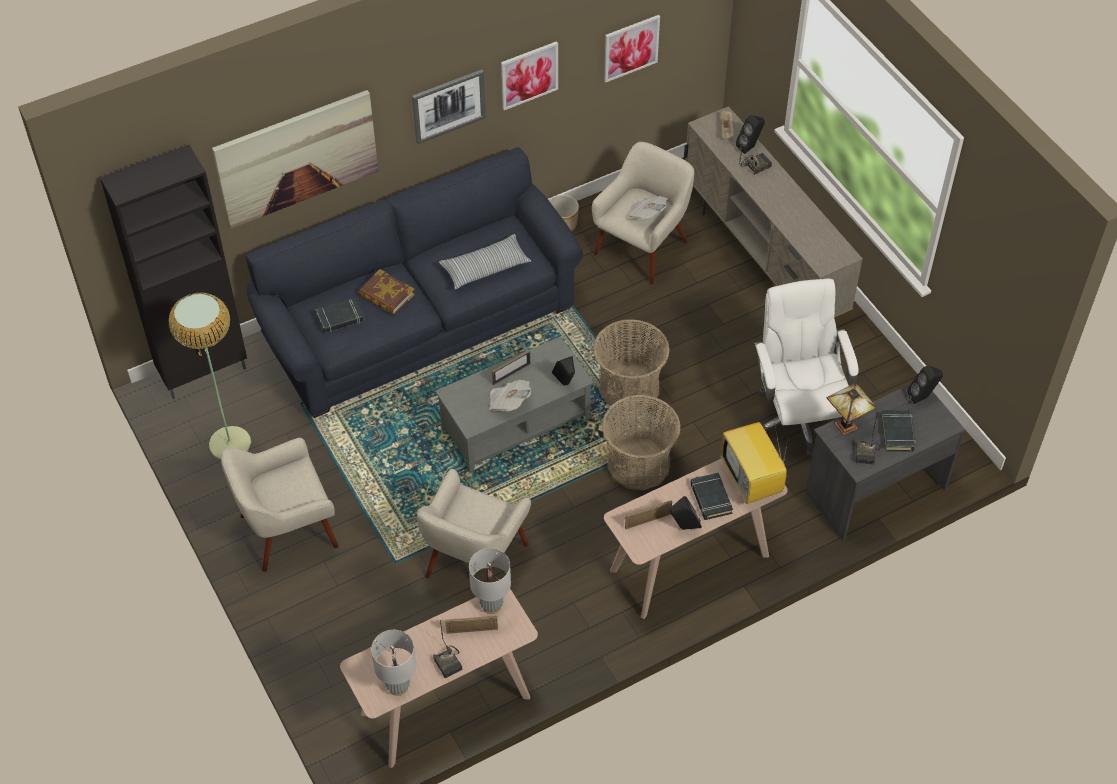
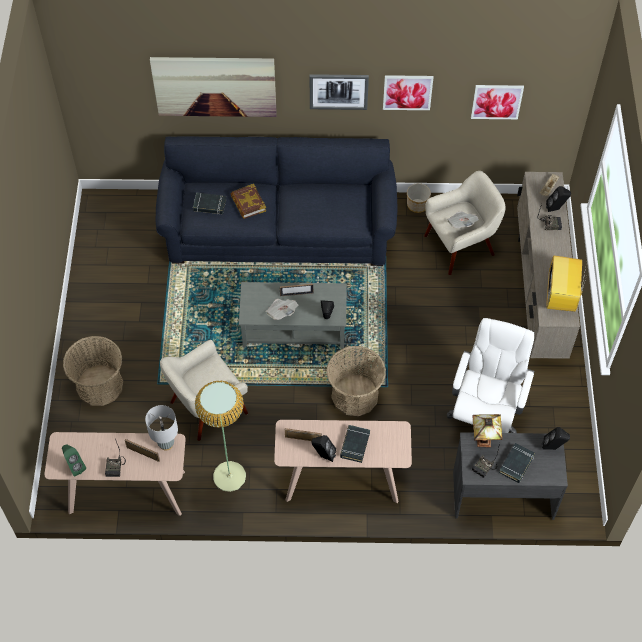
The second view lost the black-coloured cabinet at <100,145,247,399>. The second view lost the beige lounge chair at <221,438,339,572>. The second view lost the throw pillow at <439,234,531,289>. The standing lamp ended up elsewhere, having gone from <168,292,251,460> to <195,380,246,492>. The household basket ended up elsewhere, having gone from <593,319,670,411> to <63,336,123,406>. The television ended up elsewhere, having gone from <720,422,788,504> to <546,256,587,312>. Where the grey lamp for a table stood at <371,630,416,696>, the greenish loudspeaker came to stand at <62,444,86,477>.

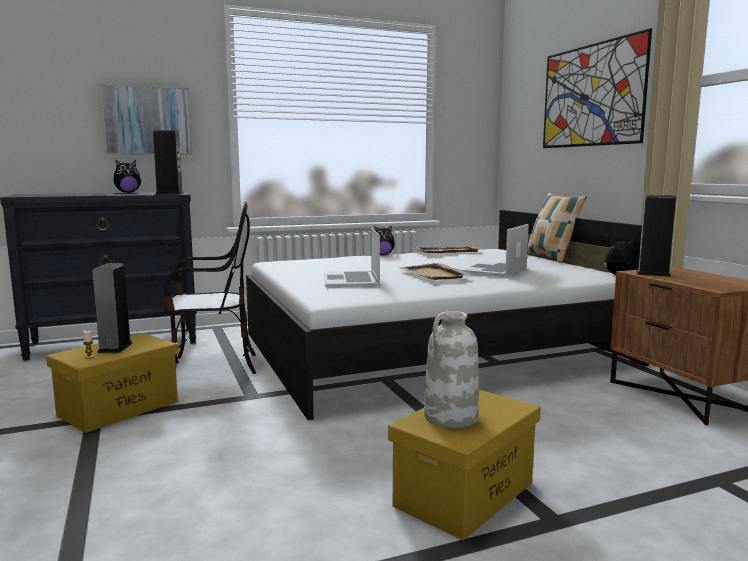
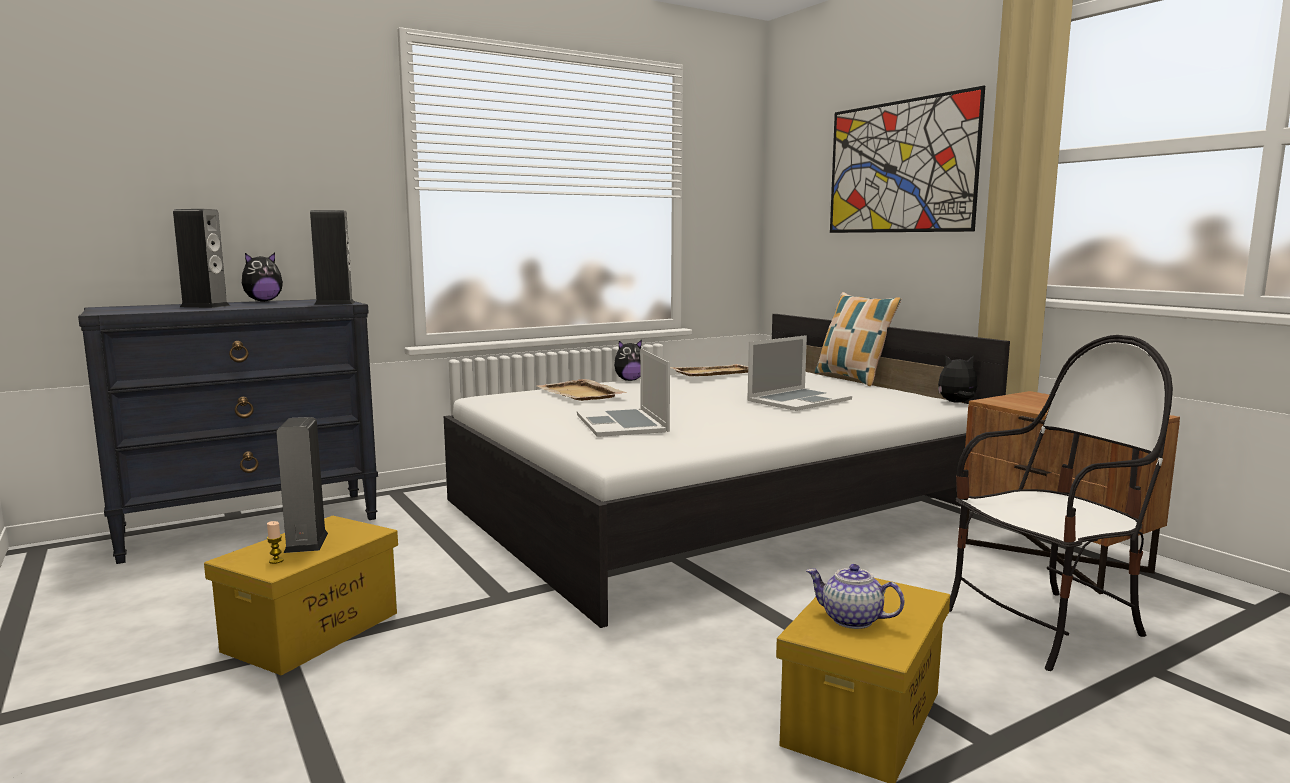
The second view lost the wall art at <100,84,192,155>. The upright chair ended up elsewhere, having gone from <163,202,256,374> to <949,335,1173,671>. The beige carrying tray ended up elsewhere, having gone from <398,263,471,280> to <538,379,627,401>. The loudspeaker ended up elsewhere, having gone from <636,195,676,276> to <173,209,230,308>. Where the white flower vase stood at <424,311,479,428>, the tea pot came to stand at <806,564,905,629>. The laptop at <461,224,529,277> ended up facing another way, 150 degrees counterclockwise from before.

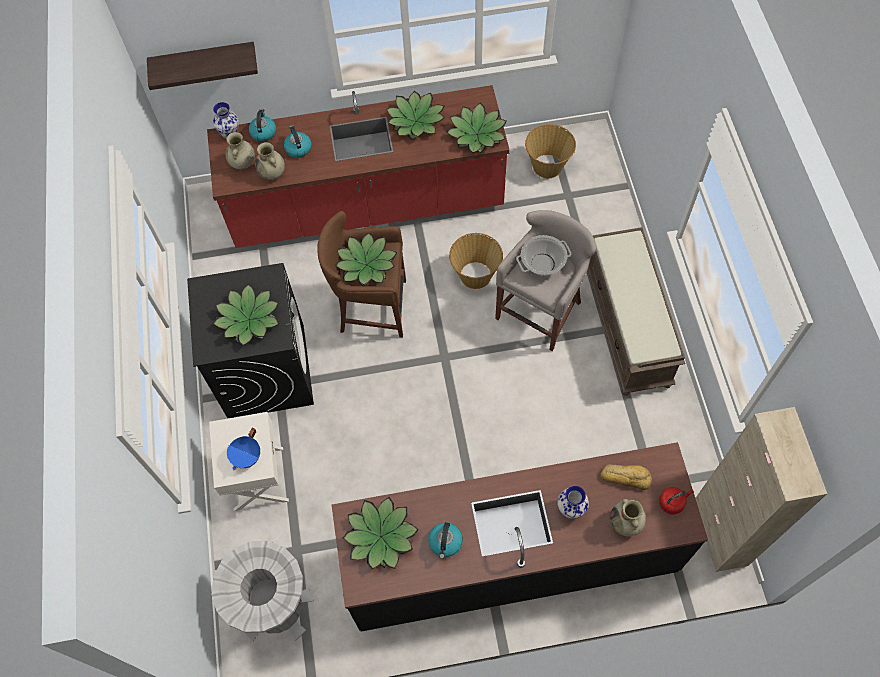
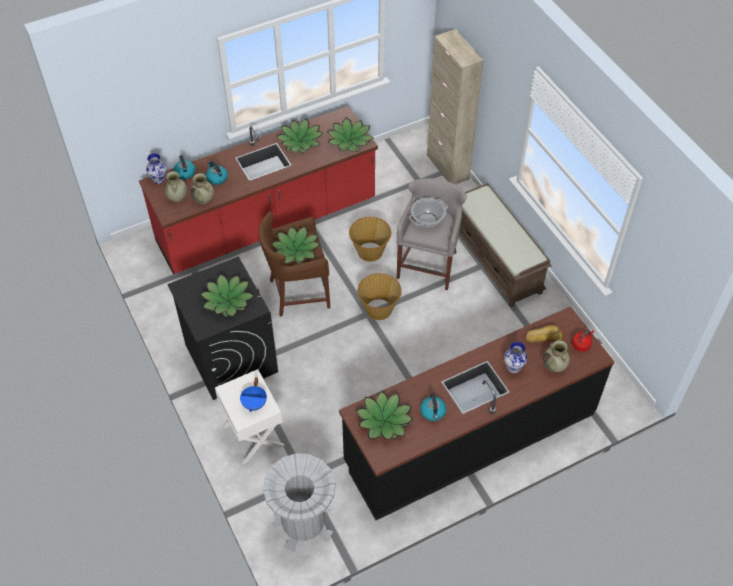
The second view lost the wall shelf at <147,42,258,90>. The household basket ended up elsewhere, having gone from <525,124,576,178> to <357,273,402,320>. The beige cabinet ended up elsewhere, having gone from <695,407,827,572> to <427,29,484,185>.

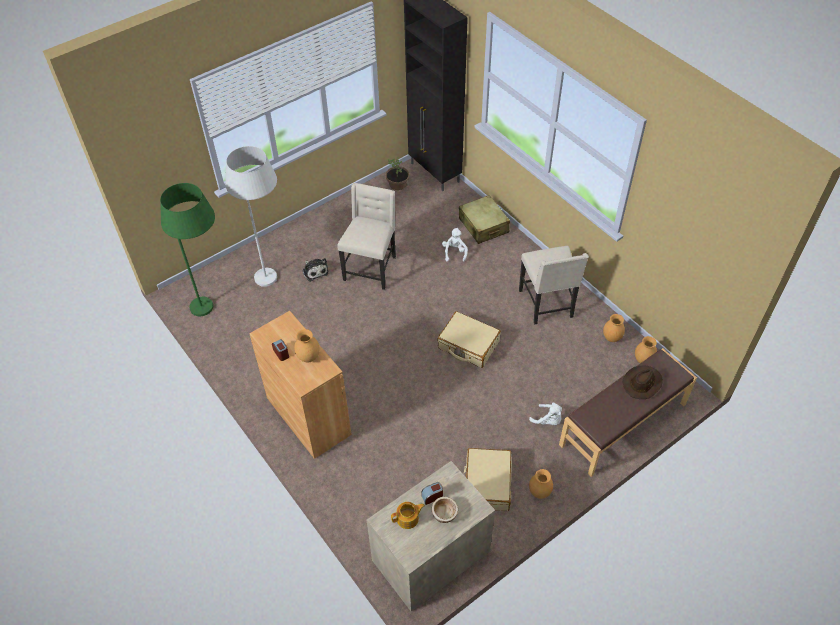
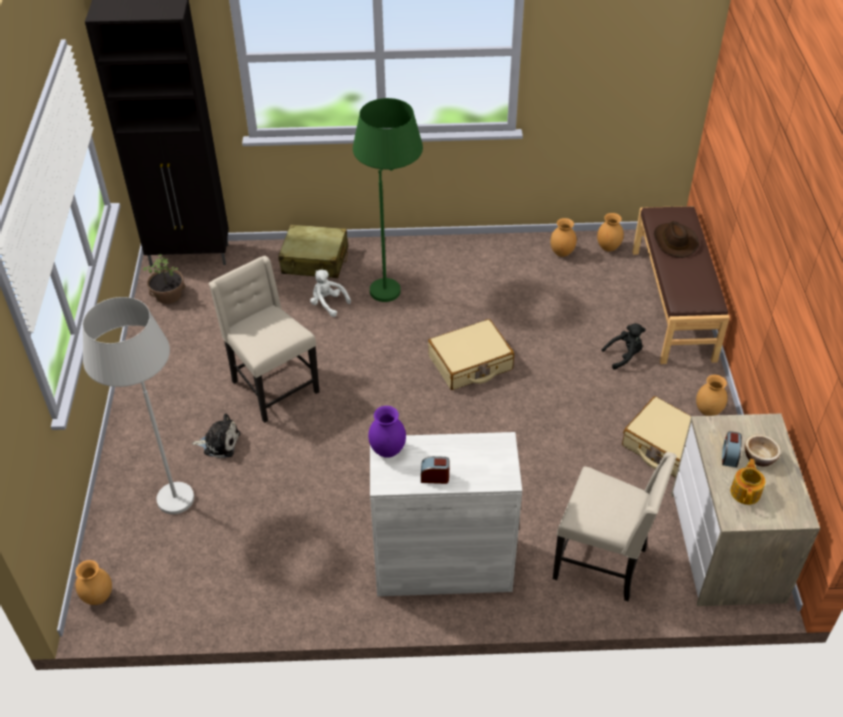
The second view gained the purple-coloured flower vase at <368,406,406,458>. The greenish standing lamp ended up elsewhere, having gone from <160,183,215,316> to <353,98,423,302>. The brown-coloured flower vase ended up elsewhere, having gone from <294,329,320,363> to <76,560,112,605>. The beige upright chair ended up elsewhere, having gone from <519,246,589,325> to <553,452,677,601>. What was the brown-coloured cabinet at <249,311,352,459> turned into the white cabinet at <370,432,522,596>. What was the white cuddly toy at <529,402,562,425> turned into the black-coloured cuddly toy at <601,323,646,370>.

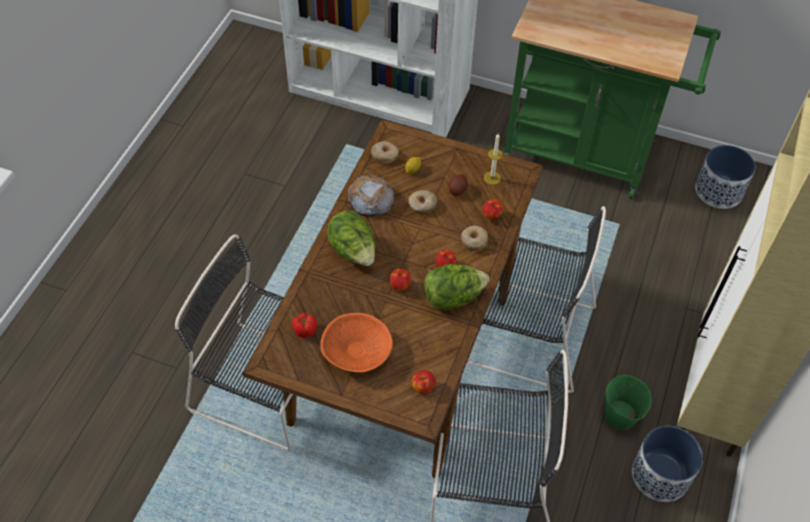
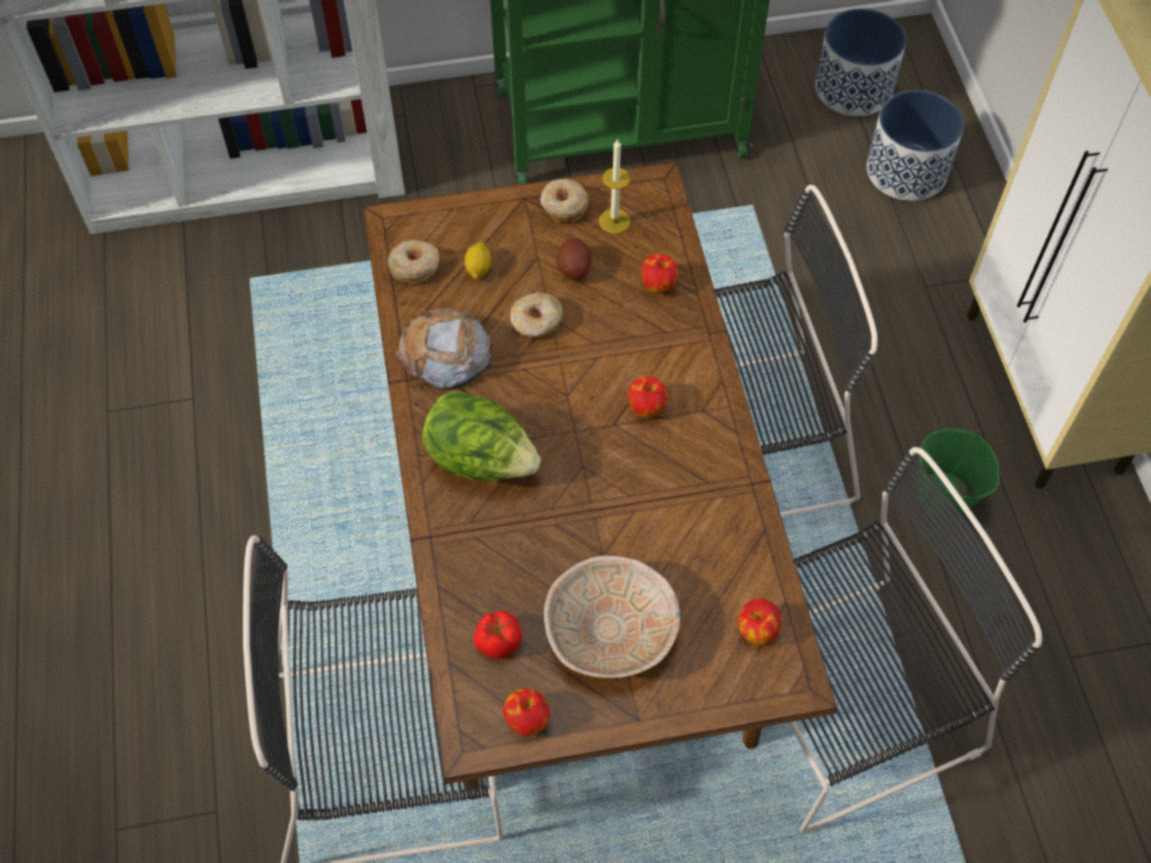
The second view lost the lettuce at <424,264,489,310>. The whole apple ended up elsewhere, having gone from <390,269,411,291> to <503,688,550,736>. The donut ended up elsewhere, having gone from <461,225,488,251> to <540,179,589,223>. The flower pot ended up elsewhere, having gone from <632,426,703,502> to <867,90,964,201>. What was the orangey bowl at <320,313,393,372> turned into the beige bowl at <544,555,680,678>.

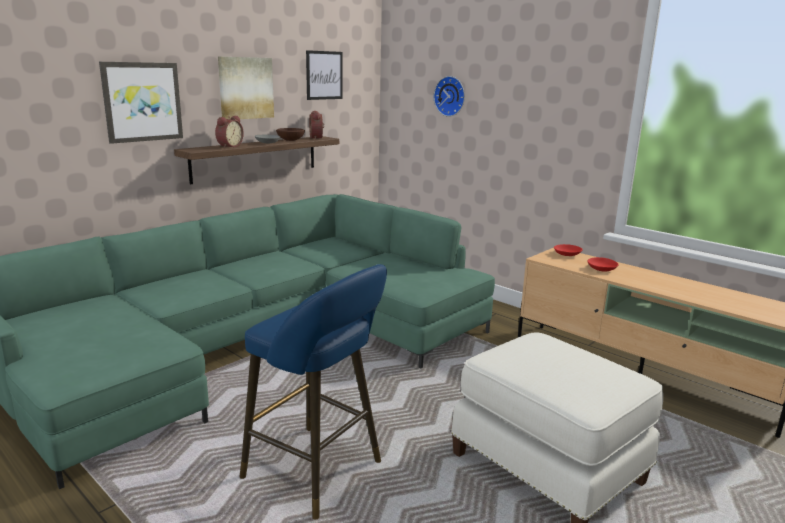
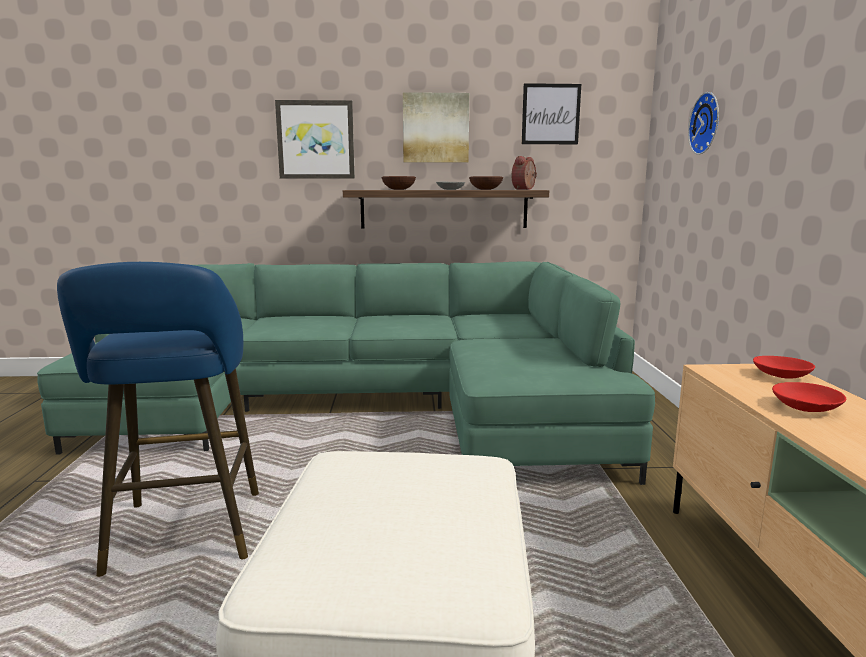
Where the table clock stood at <215,116,244,148>, the brown-coloured bowl came to stand at <382,176,416,190>.

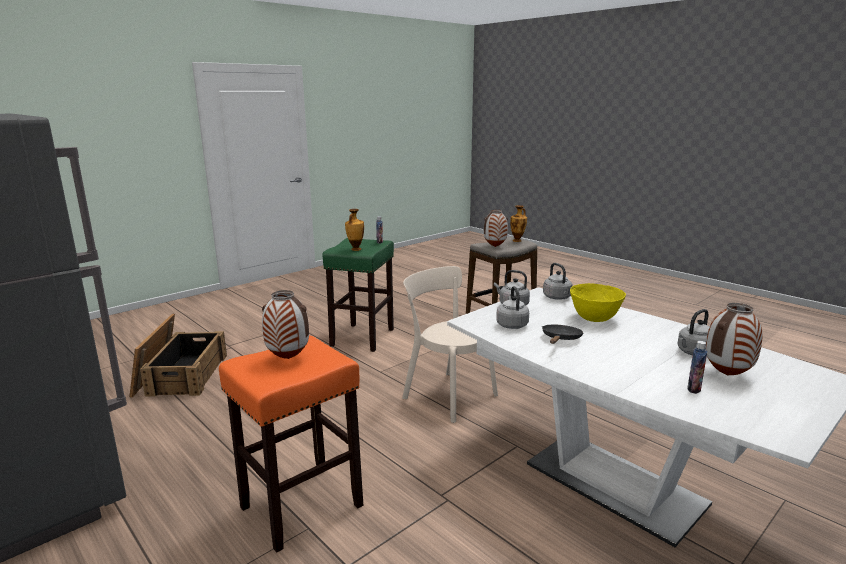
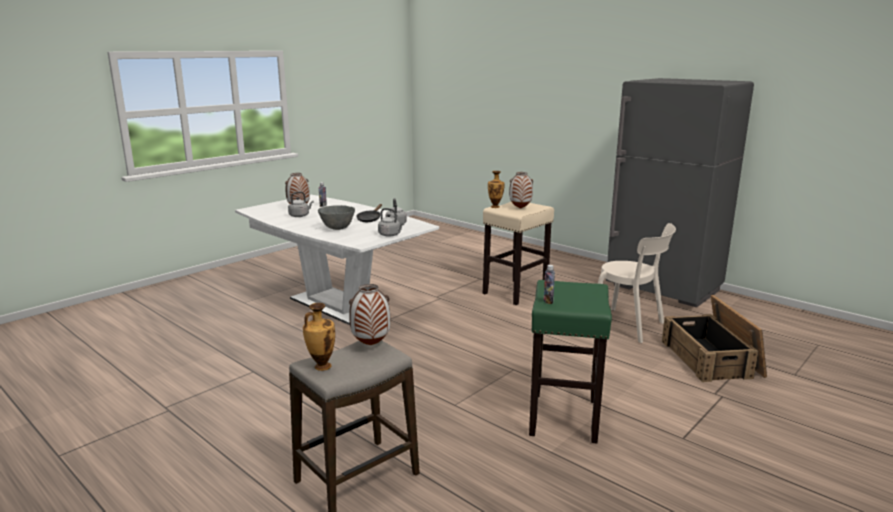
The second view lost the grey tea kettle at <543,263,573,300>. The flower vase ended up elsewhere, having gone from <345,209,364,251> to <488,171,505,208>. The beige upright chair ended up elsewhere, having gone from <402,266,498,423> to <598,223,676,343>. What was the orangey stool seat at <219,336,363,553> turned into the beige stool seat at <483,202,554,305>. What was the yellowish bowl at <570,283,626,322> turned into the grey bowl at <318,205,355,230>.

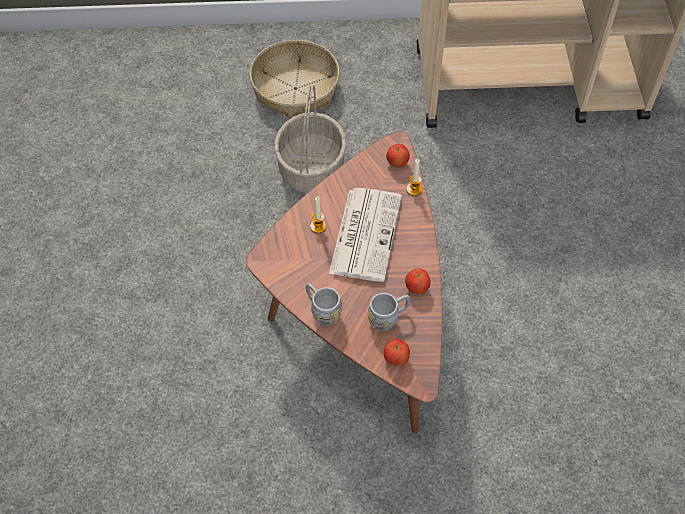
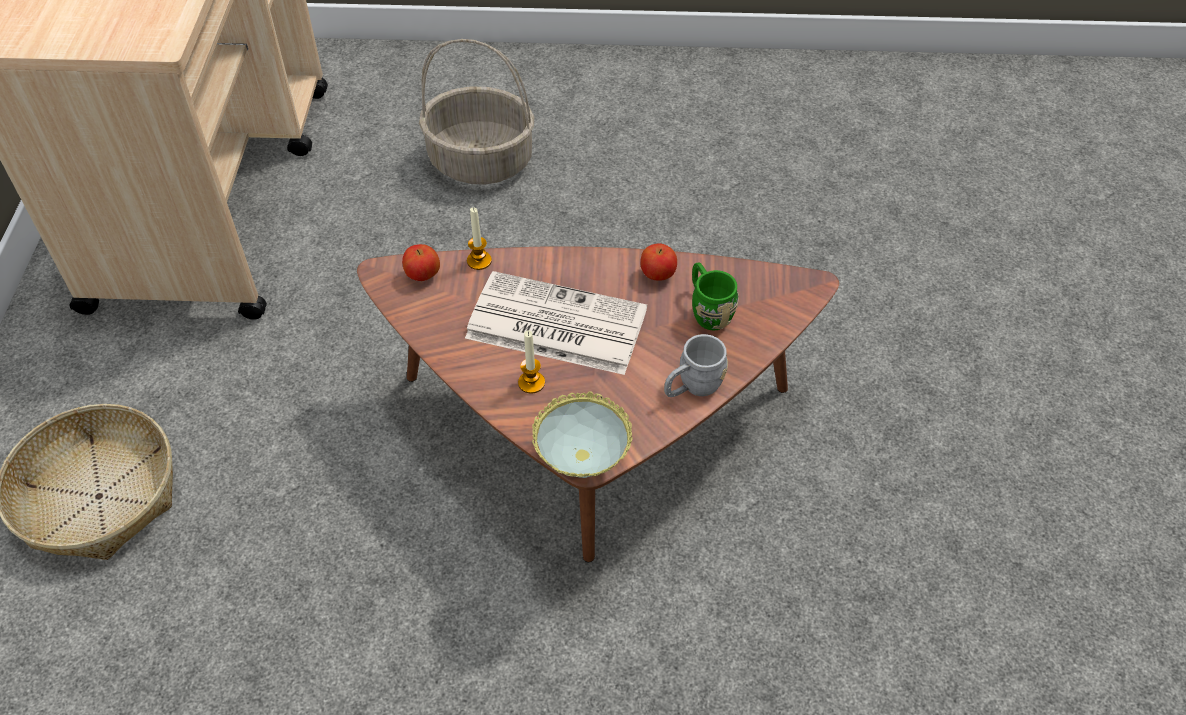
The second view lost the whole apple at <384,339,410,366>. The second view gained the bowl at <532,391,632,478>. The household basket ended up elsewhere, having gone from <274,85,346,193> to <419,39,534,185>. What was the grey tea mug at <368,293,411,331> turned into the greenish tea mug at <692,262,739,330>.

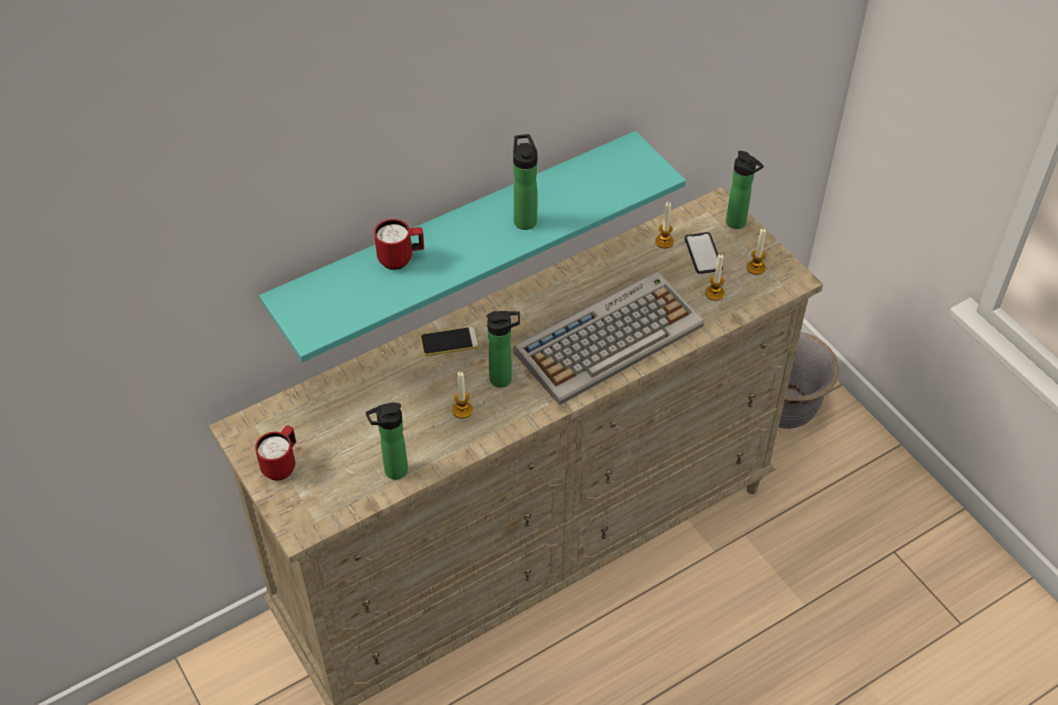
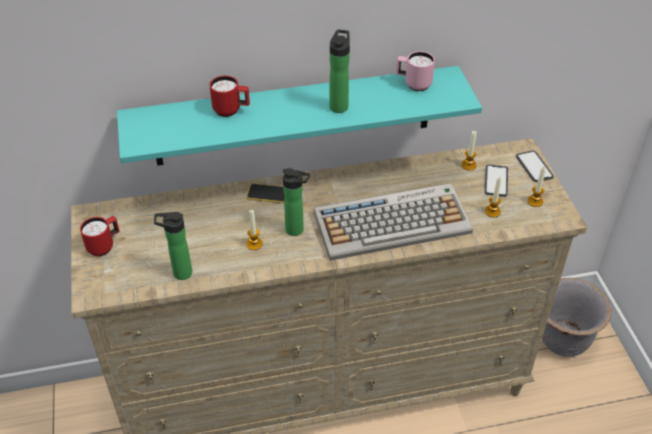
The second view gained the pink-coloured tea mug at <396,51,435,91>. Where the bottle stood at <726,151,764,229>, the phone came to stand at <516,151,554,182>.

